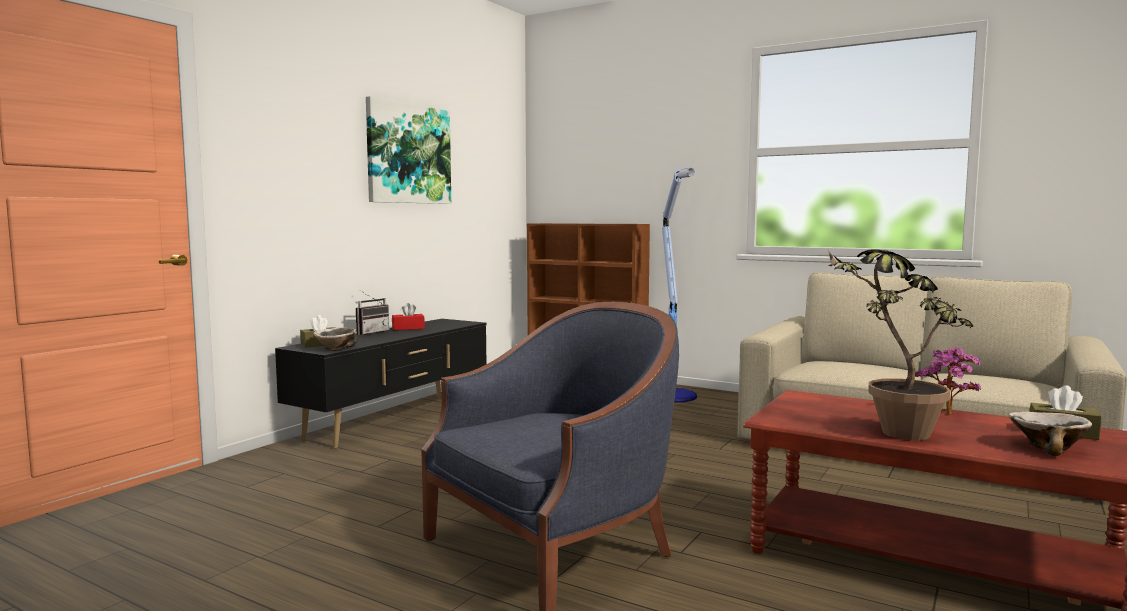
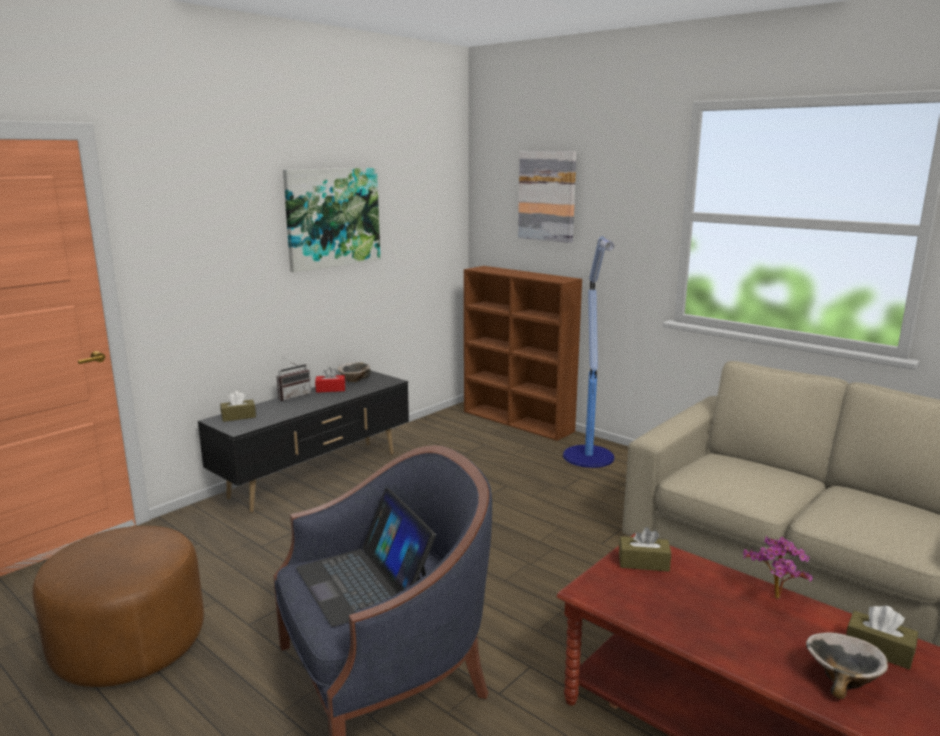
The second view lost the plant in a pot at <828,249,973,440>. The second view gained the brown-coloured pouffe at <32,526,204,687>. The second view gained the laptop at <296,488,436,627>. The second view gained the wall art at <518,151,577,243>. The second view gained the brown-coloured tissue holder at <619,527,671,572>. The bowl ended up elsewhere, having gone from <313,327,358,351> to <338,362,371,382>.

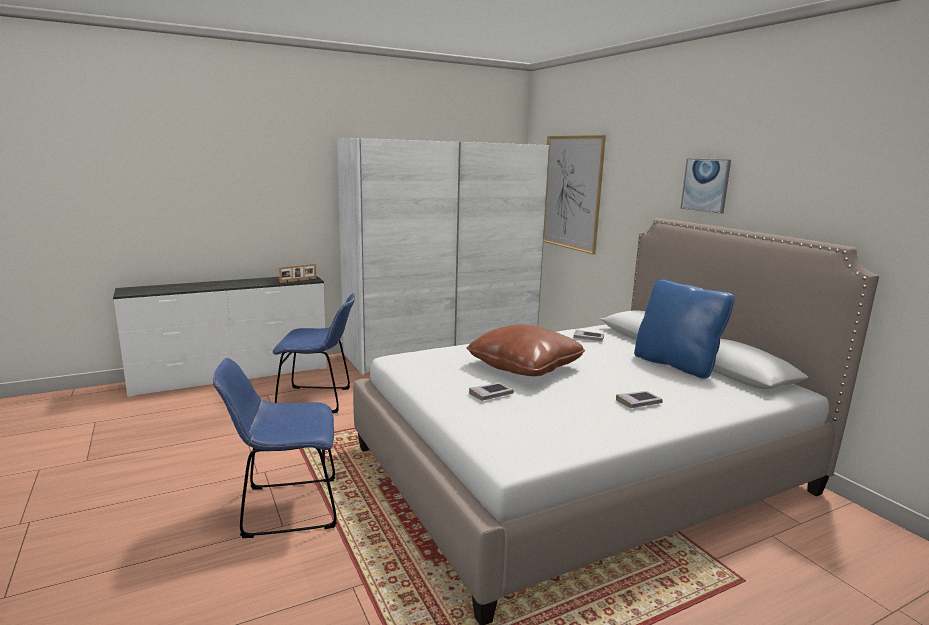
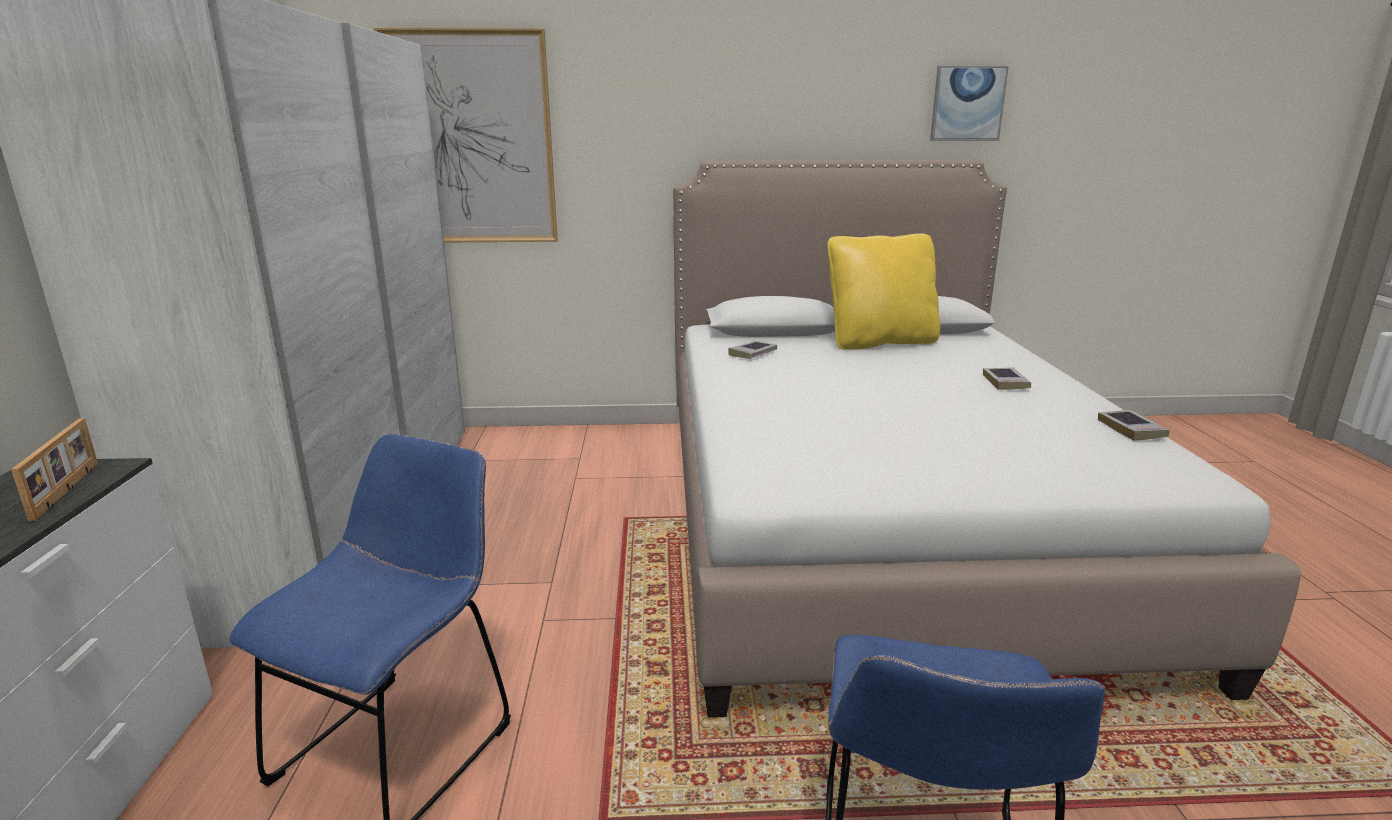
The second view lost the brown-coloured throw pillow at <466,324,585,376>. The volume ended up elsewhere, having gone from <469,383,513,401> to <1098,410,1170,441>. The wall art ended up elsewhere, having gone from <680,158,731,214> to <930,66,1009,141>. What was the bluish throw pillow at <634,279,735,379> turned into the yellowish throw pillow at <827,233,940,350>.

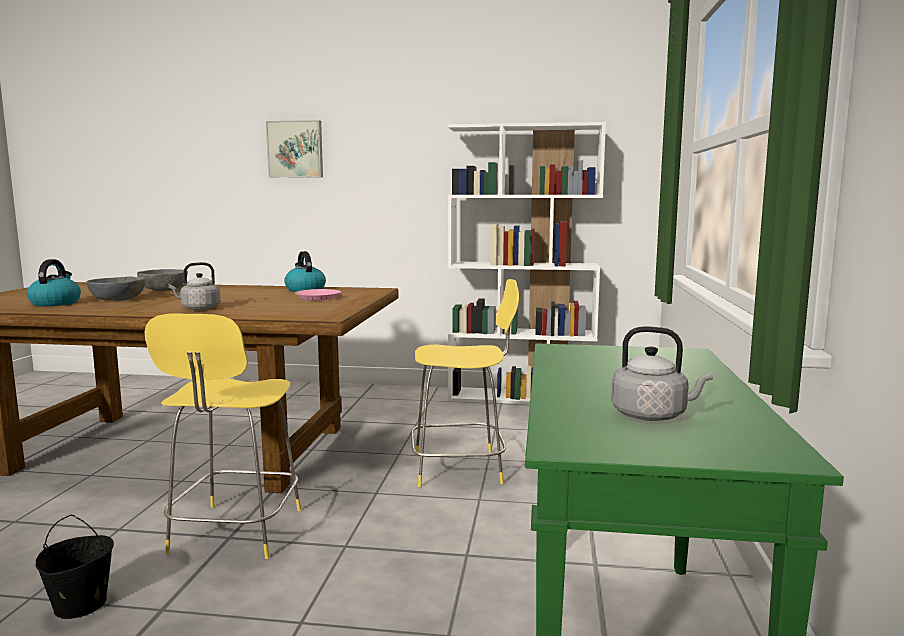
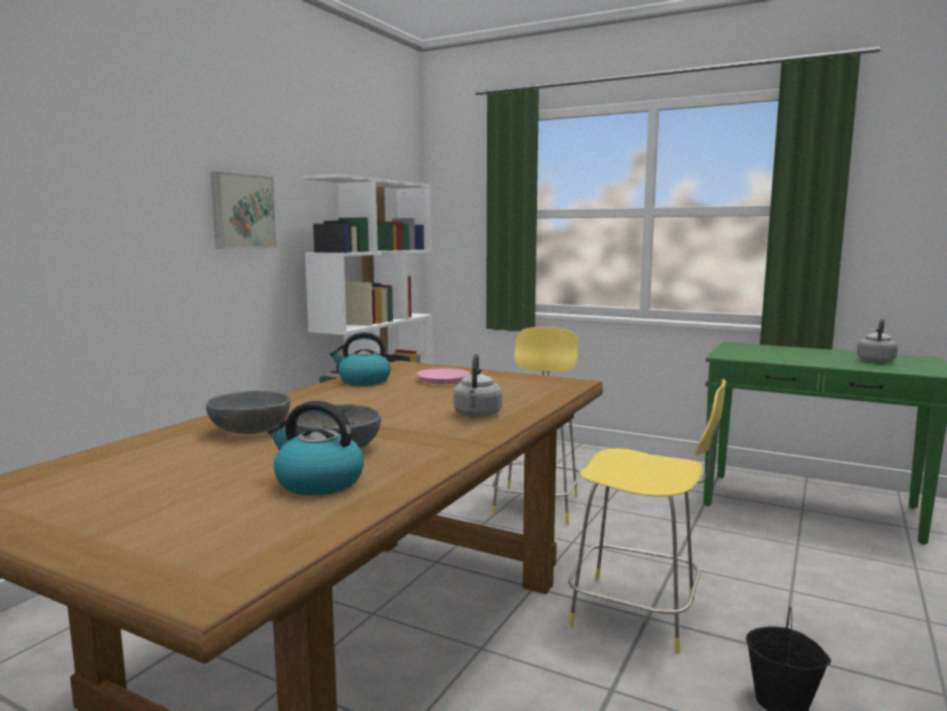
The wall art ended up elsewhere, having gone from <266,120,323,177> to <211,172,277,249>.

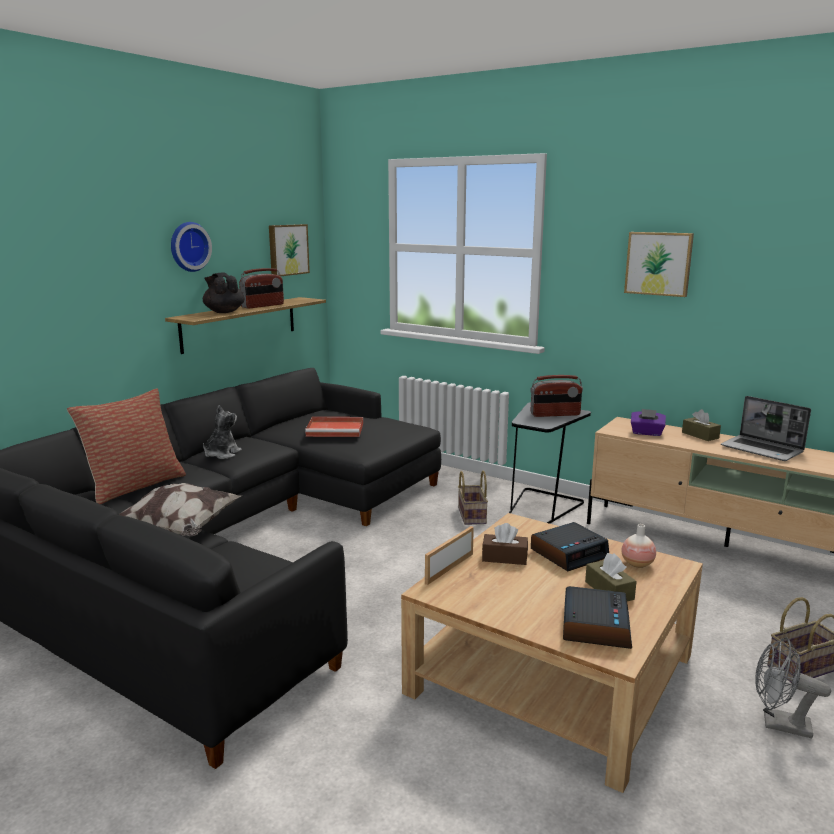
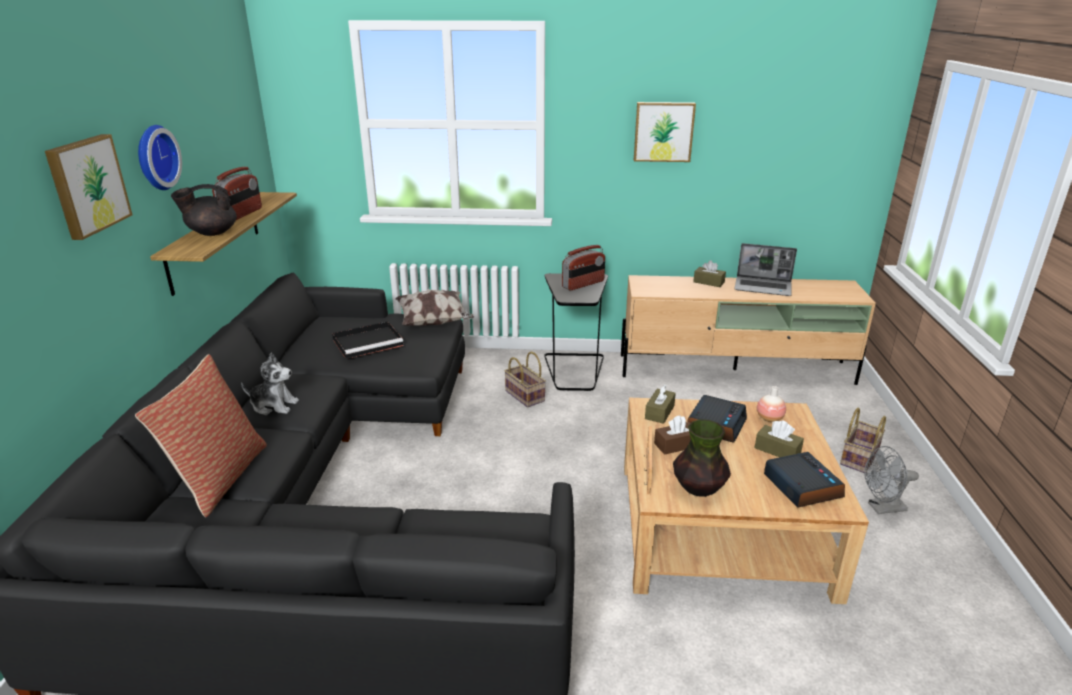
The second view lost the purple-coloured tissue holder at <631,409,666,436>. The second view gained the brown-coloured tissue holder at <645,385,676,424>. The second view gained the flower vase at <673,419,731,497>. The throw pillow ended up elsewhere, having gone from <119,483,241,536> to <395,289,474,326>. The wall art ended up elsewhere, having gone from <269,224,310,276> to <45,134,132,240>. What was the reddish carrying tray at <305,417,363,437> turned into the black-coloured carrying tray at <332,321,404,359>. The black-coloured tea pot at <203,272,245,313> ended up facing another way, 45 degrees counterclockwise from before. The cuddly toy at <203,405,242,459> ended up facing another way, 105 degrees clockwise from before.

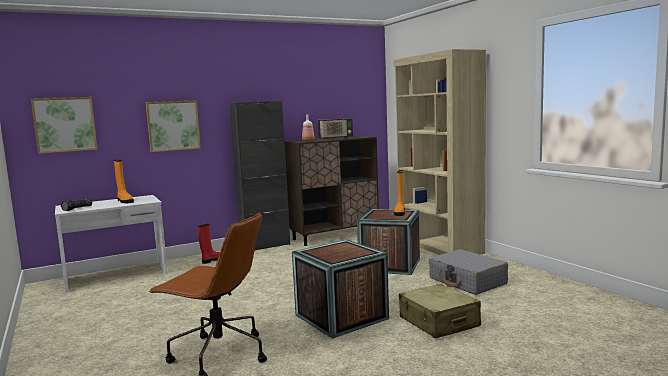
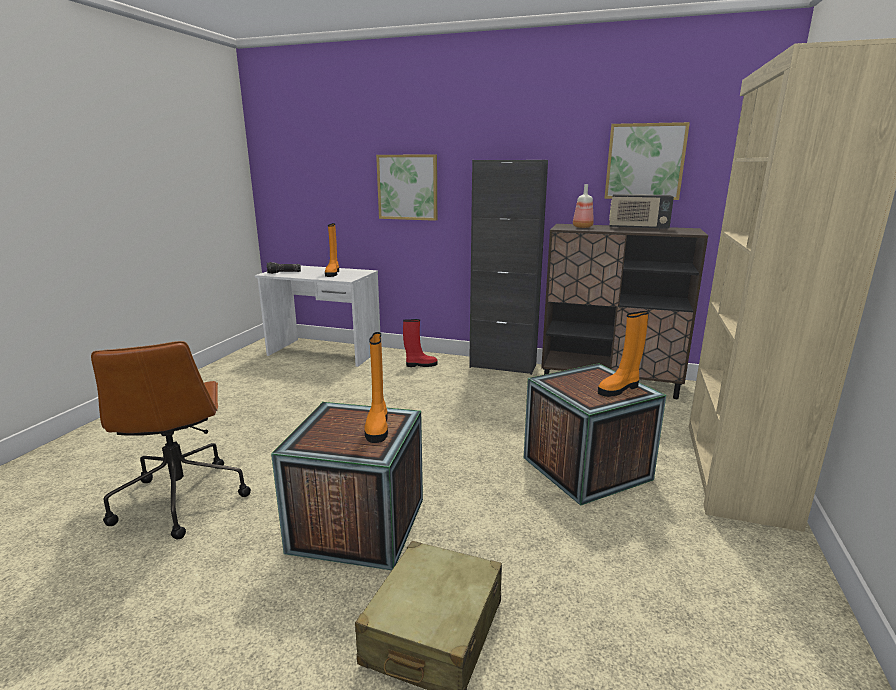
The second view lost the grey travel case at <429,249,508,295>. The second view gained the orangey high-top boot at <364,332,388,443>. The wall art ended up elsewhere, having gone from <31,97,98,154> to <604,122,690,200>.

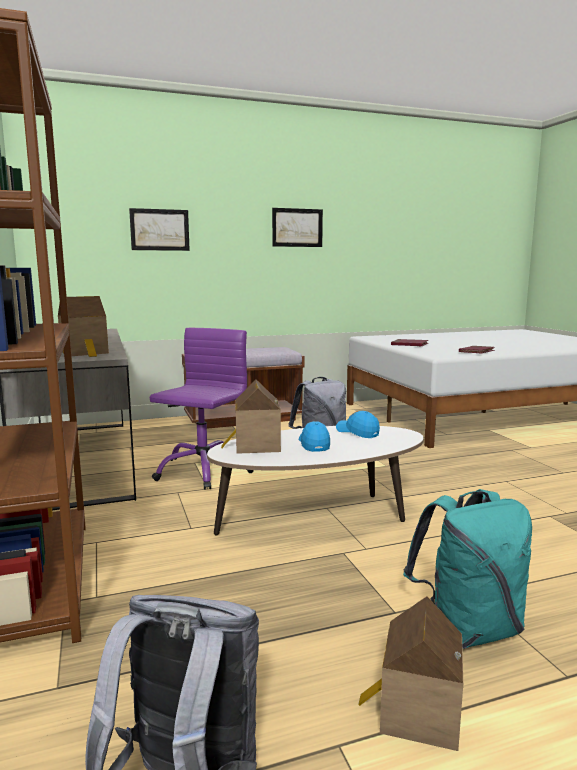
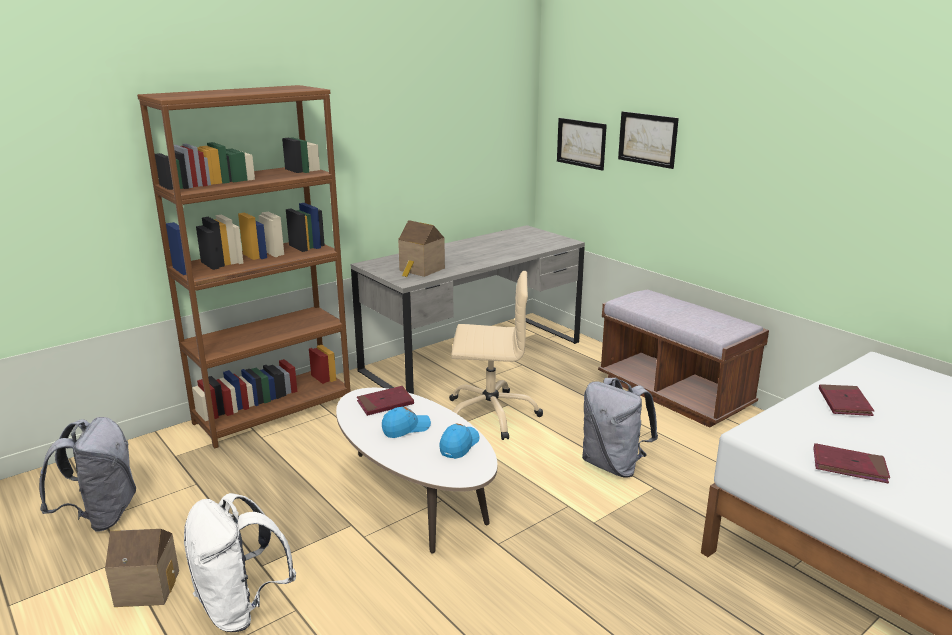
The wall art ended up elsewhere, having gone from <272,208,323,247> to <557,118,607,171>. Where the model house stood at <221,380,281,454>, the reddish volume came to stand at <357,386,414,416>. What was the purple-coloured office chair at <149,328,254,490> turned into the beige office chair at <449,271,543,440>. What was the blue-green knapsack at <403,489,532,649> turned into the white knapsack at <184,493,296,632>.

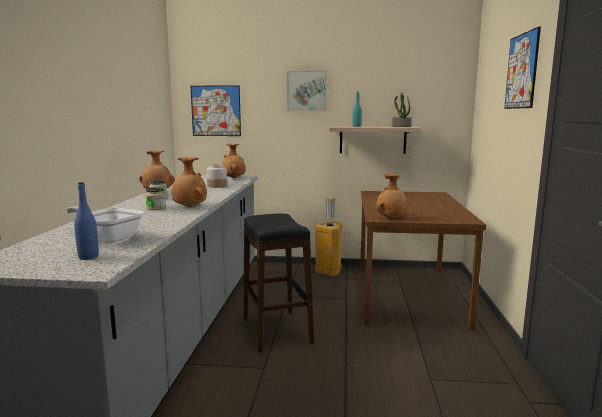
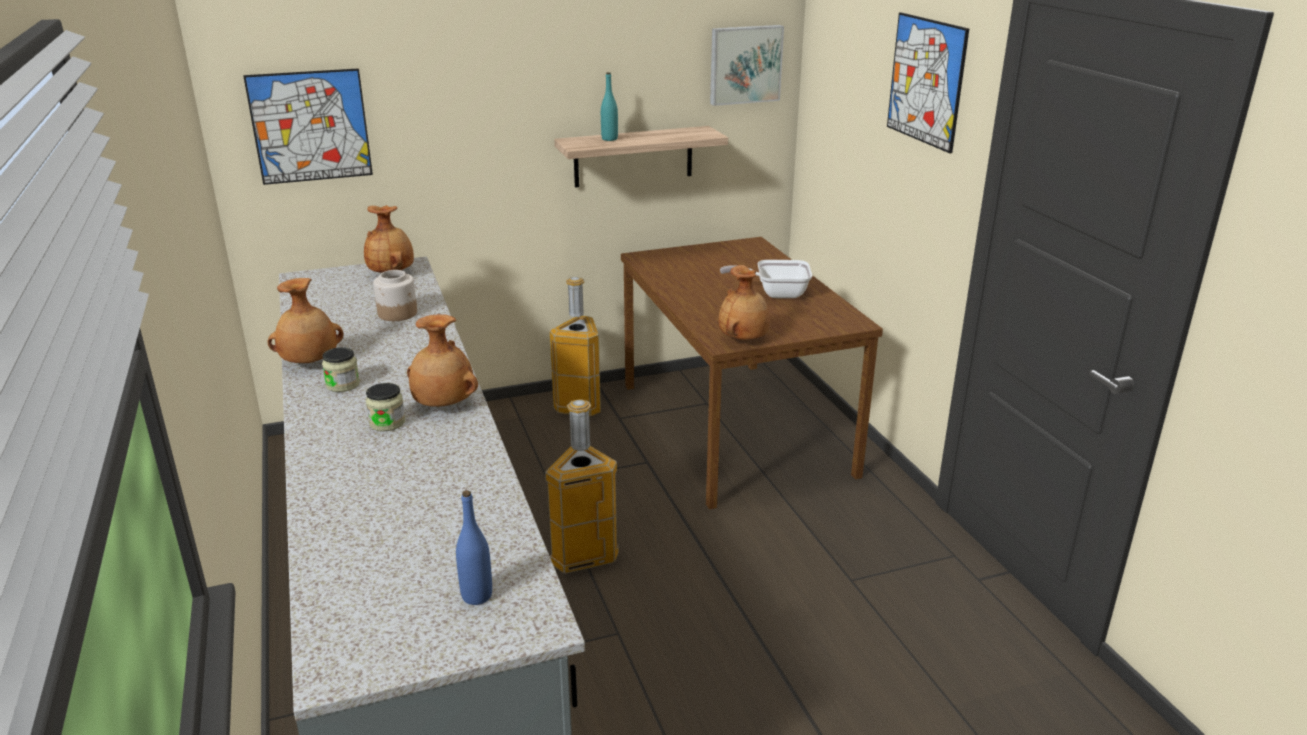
The second view lost the plant in a pot at <392,92,412,127>. The pan ended up elsewhere, having gone from <66,207,144,243> to <720,260,812,298>. The wall art ended up elsewhere, having gone from <287,71,327,111> to <710,25,784,106>. Where the black-coloured stool seat stood at <243,214,314,353>, the waste bin came to stand at <545,399,619,574>.

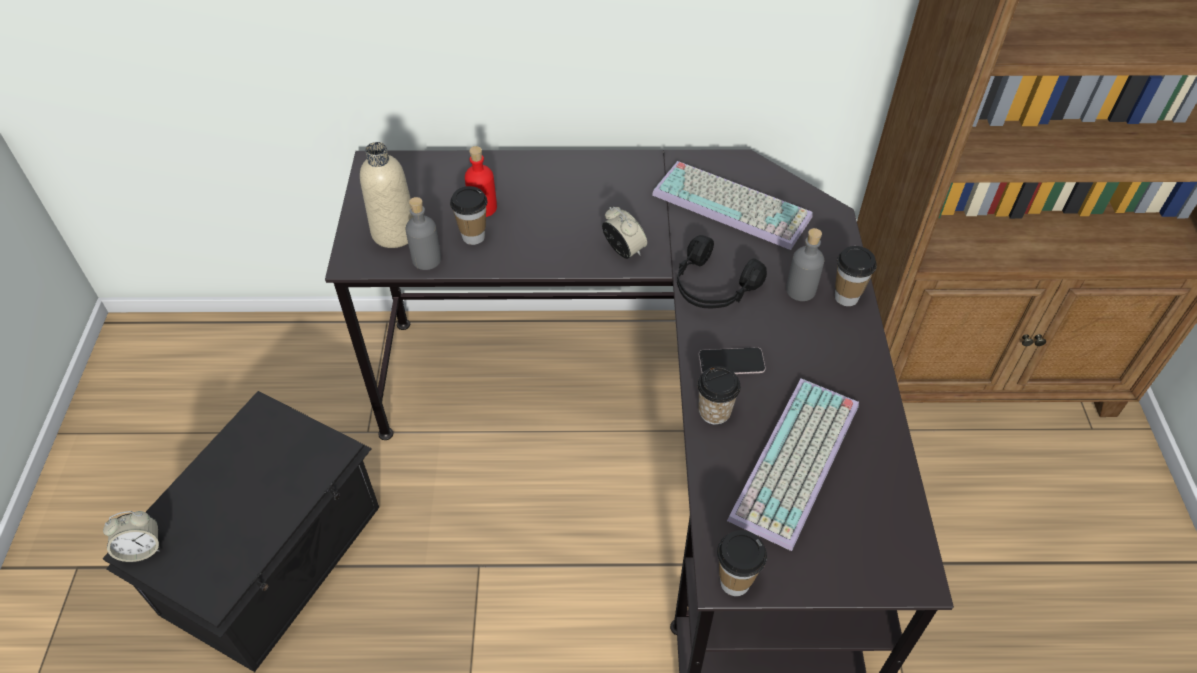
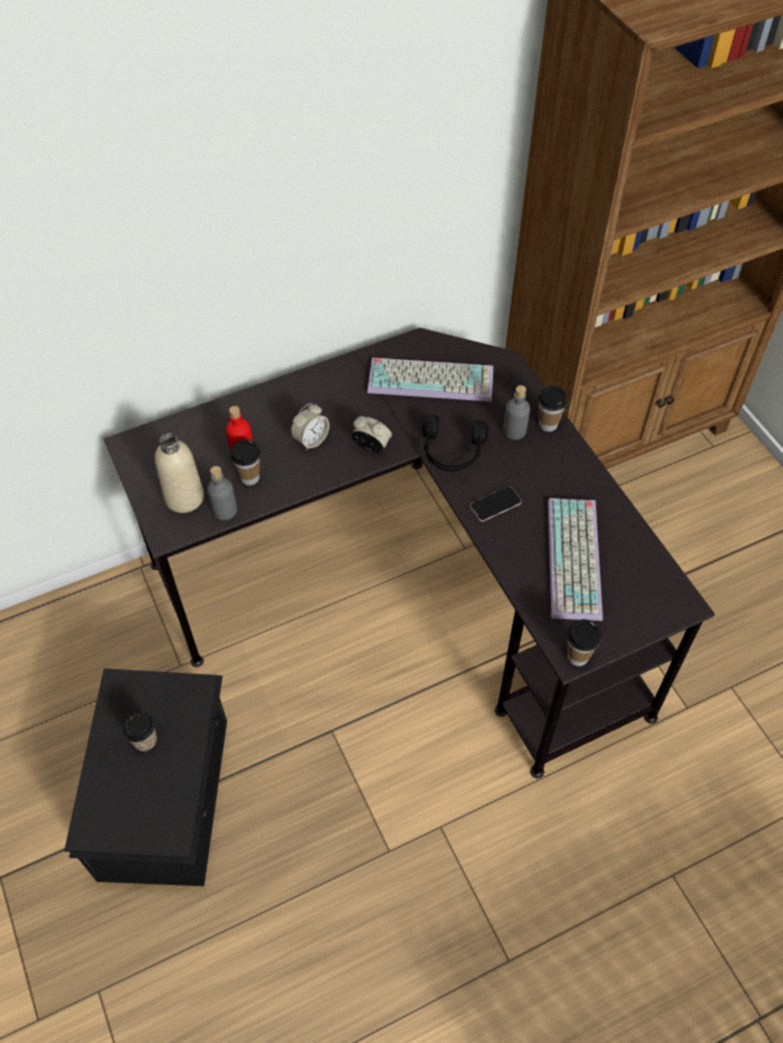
The table clock ended up elsewhere, having gone from <103,511,159,562> to <291,403,329,451>. The drinking cup ended up elsewhere, having gone from <697,366,741,424> to <123,712,157,751>.

